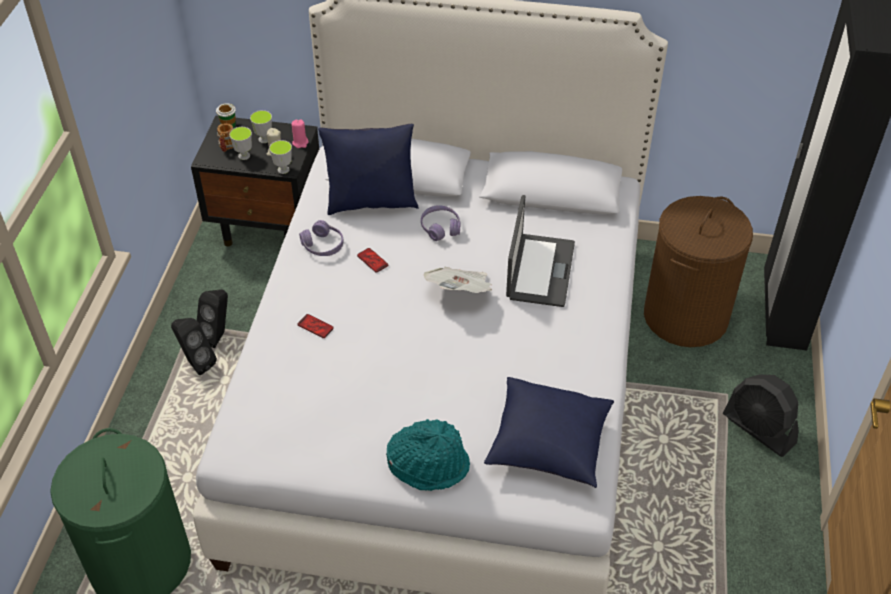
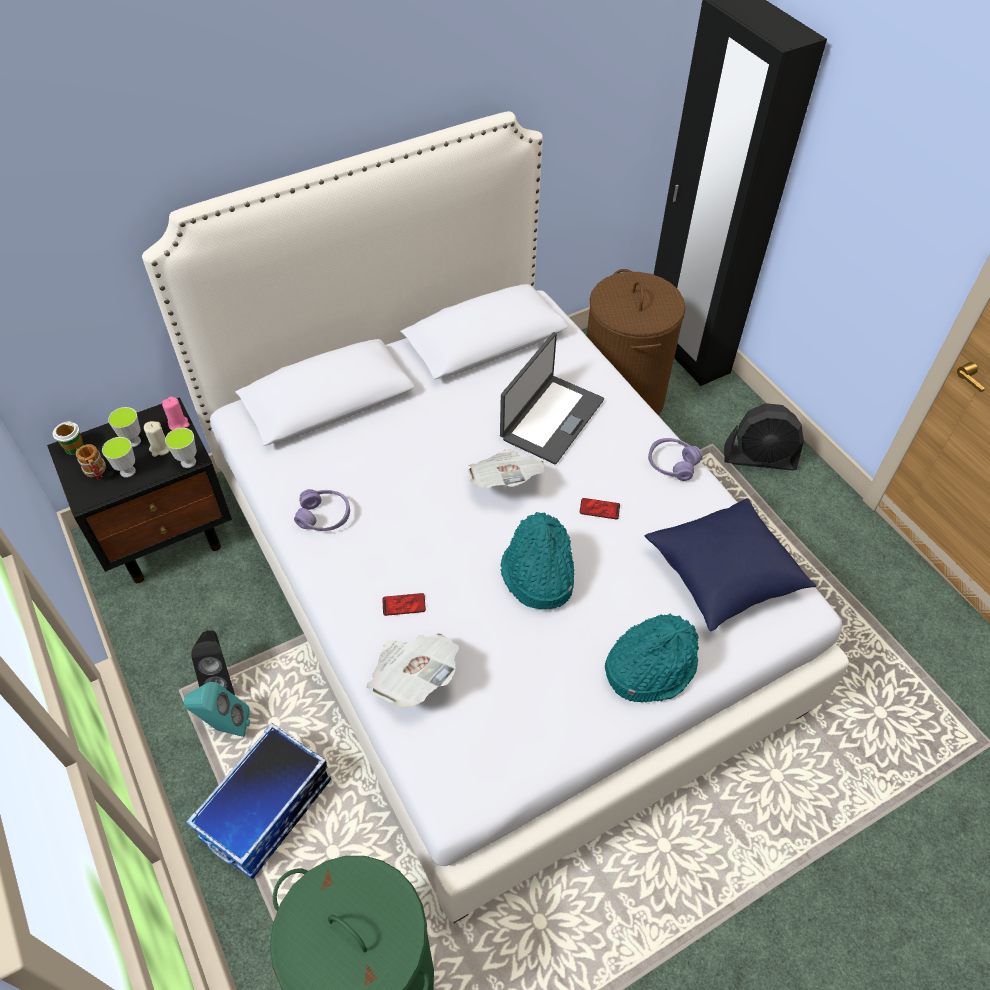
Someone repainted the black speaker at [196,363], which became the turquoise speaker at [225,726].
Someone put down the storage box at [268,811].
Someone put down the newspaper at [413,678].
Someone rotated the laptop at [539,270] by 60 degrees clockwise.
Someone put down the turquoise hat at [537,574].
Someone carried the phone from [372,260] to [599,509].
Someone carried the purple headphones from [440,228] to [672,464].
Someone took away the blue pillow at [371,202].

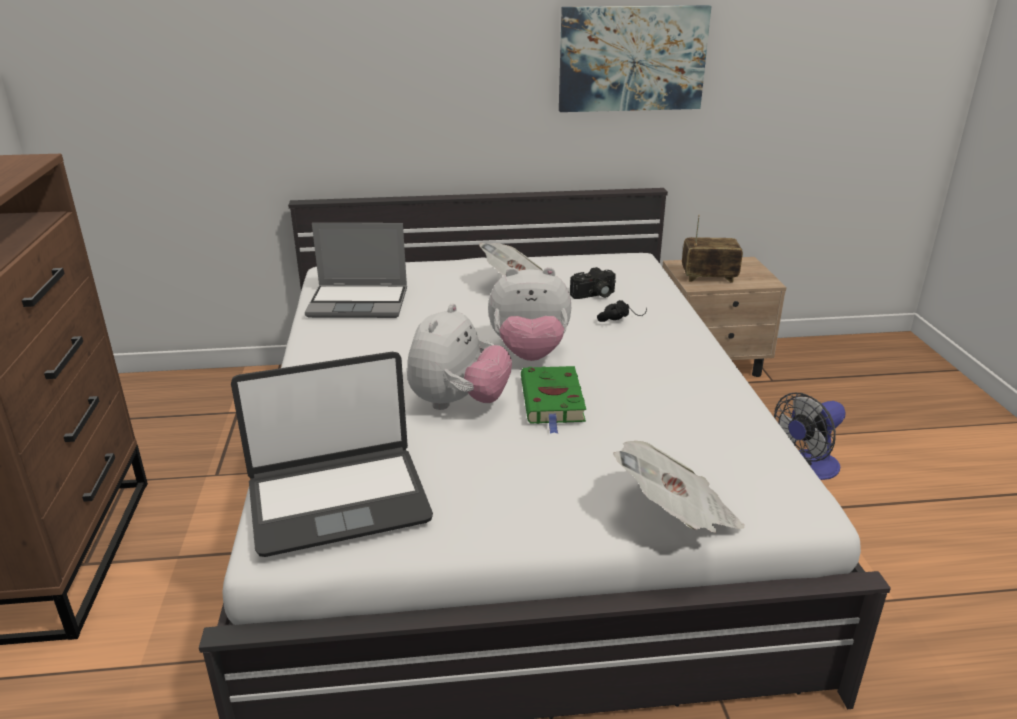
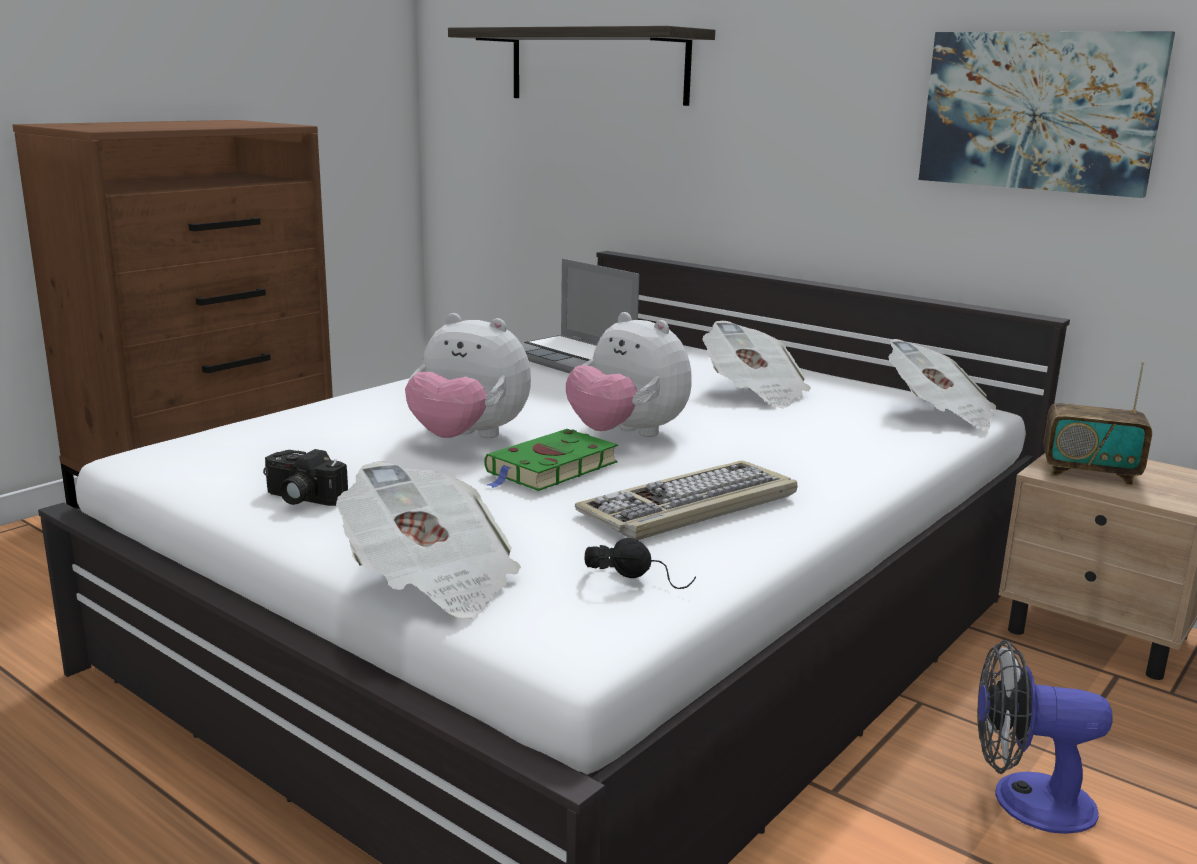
Someone carried the photo camera from [594,295] to [300,498].
Someone rotated the plush toy at [458,403] by 45 degrees clockwise.
Someone put up the shelf at [597,66].
Someone put down the keyboard at [690,506].
Someone carried the black headphones from [620,318] to [639,579].
Someone put down the newspaper at [940,414].
Someone rotated the radio at [709,278] by 150 degrees clockwise.
Someone took away the laptop at [338,500].

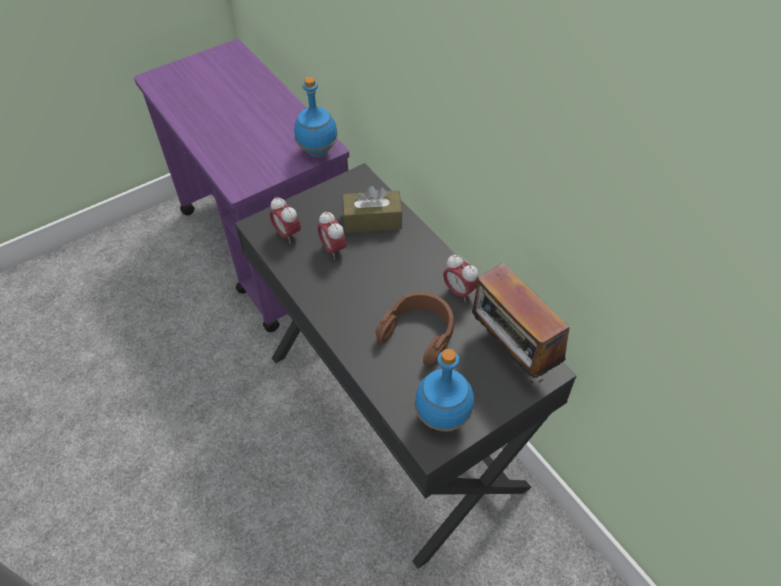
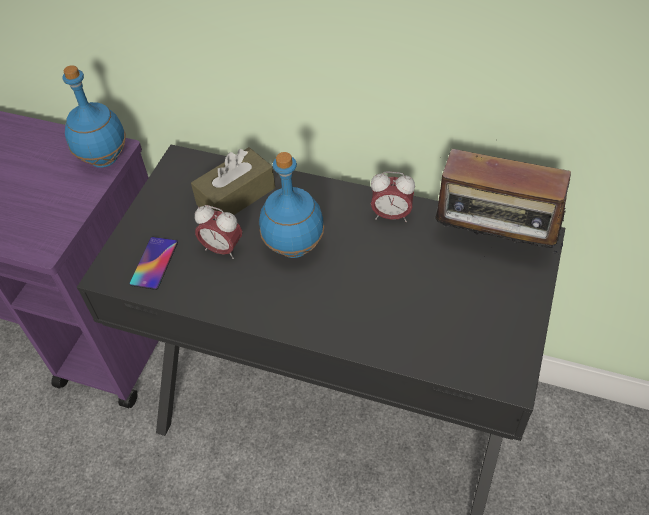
Someone swapped the alarm clock at [287,234] for the phone at [154,263].
Someone carried the blue bottle from [442,418] to [294,248].
Someone took away the brown headphones at [419,332].

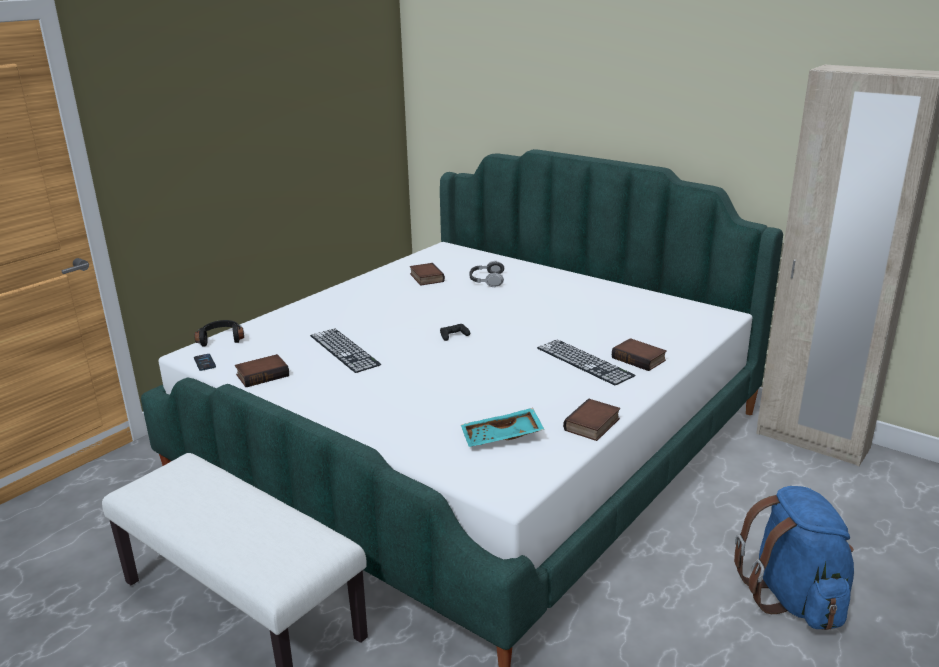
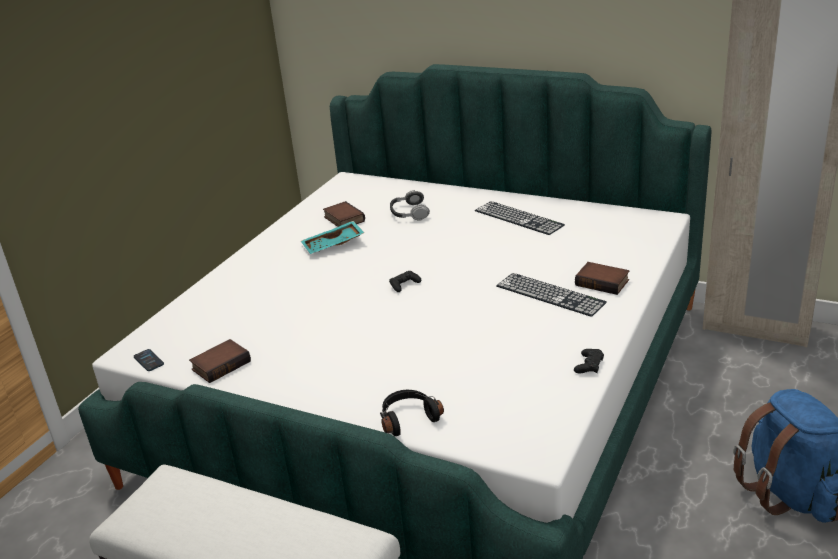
Someone carried the turquoise tray from [502,438] to [333,245].
Someone carried the black headphones from [221,339] to [408,418].
Someone carried the keyboard from [344,350] to [518,218].
Someone swapped the book at [593,425] for the black game controller at [589,365].

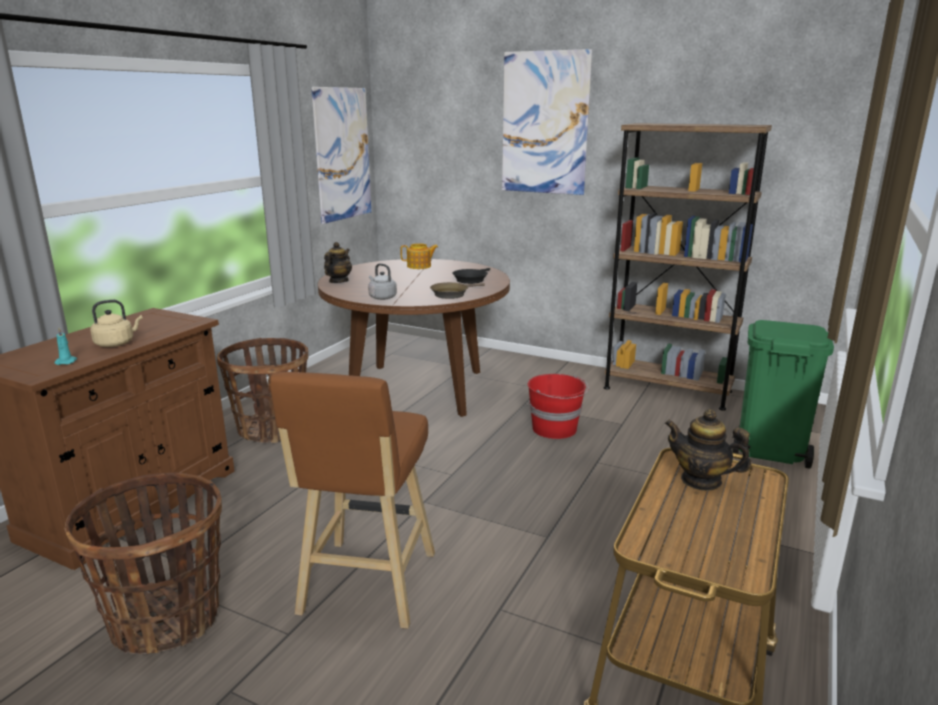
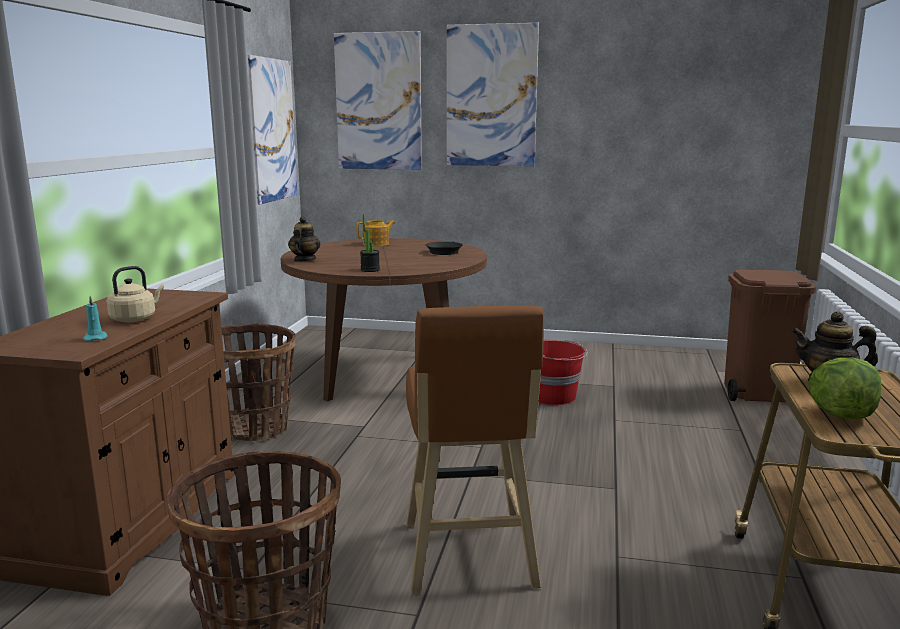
Someone put up the picture at [378,102].
Someone swapped the grey kettle at [381,297] for the potted plant at [370,270].
Someone repainted the green trash can at [769,449], which became the brown trash can at [757,393].
Someone put down the lettuce at [841,415].
Someone took away the brown frying pan at [452,294].
Someone took away the brown bookcase at [667,389].

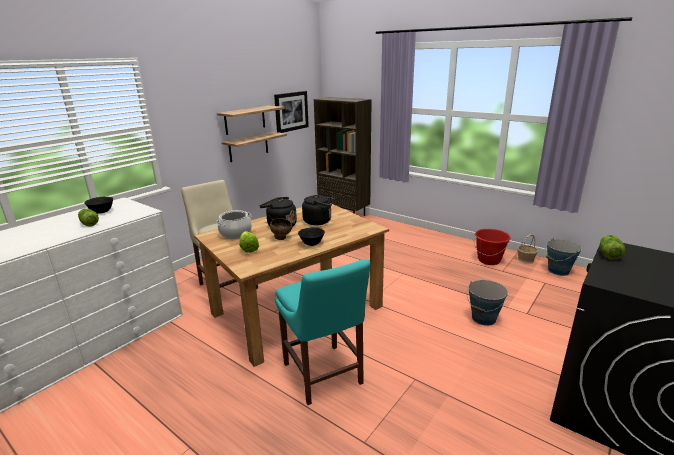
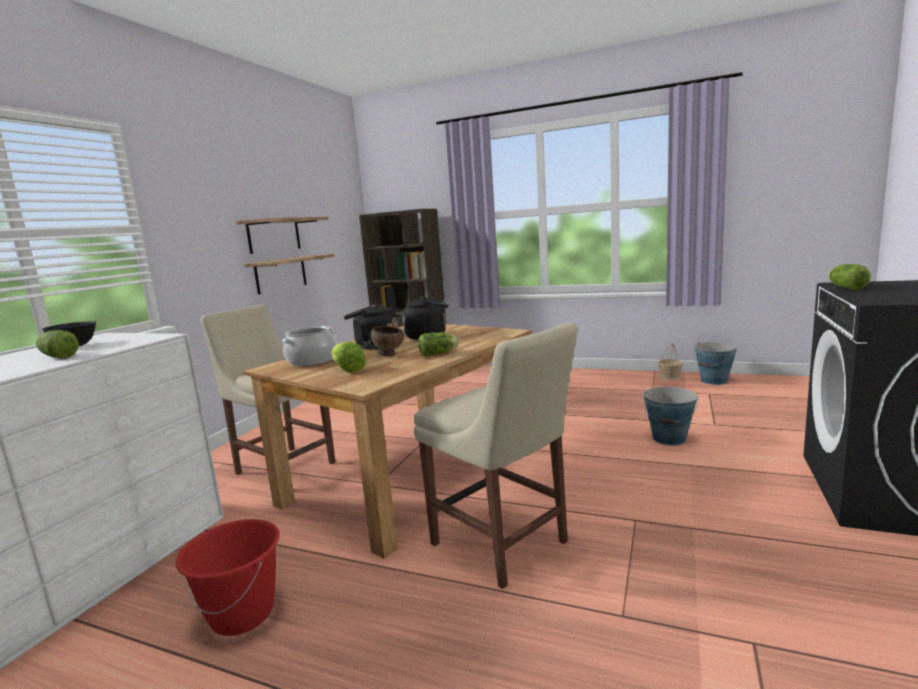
Someone carried the red bucket from [489,260] to [243,614].
Someone repainted the turquoise chair at [323,376], which became the beige chair at [503,545].
Someone swapped the black bowl at [311,244] for the lettuce at [439,353].
Someone took away the picture at [291,111].

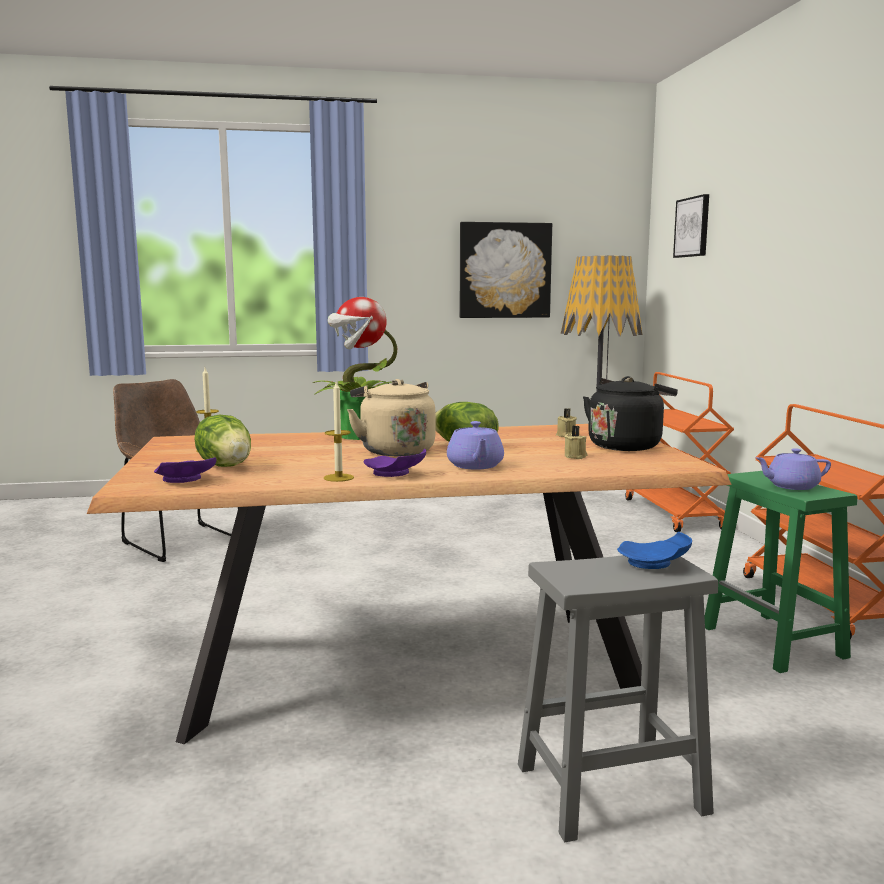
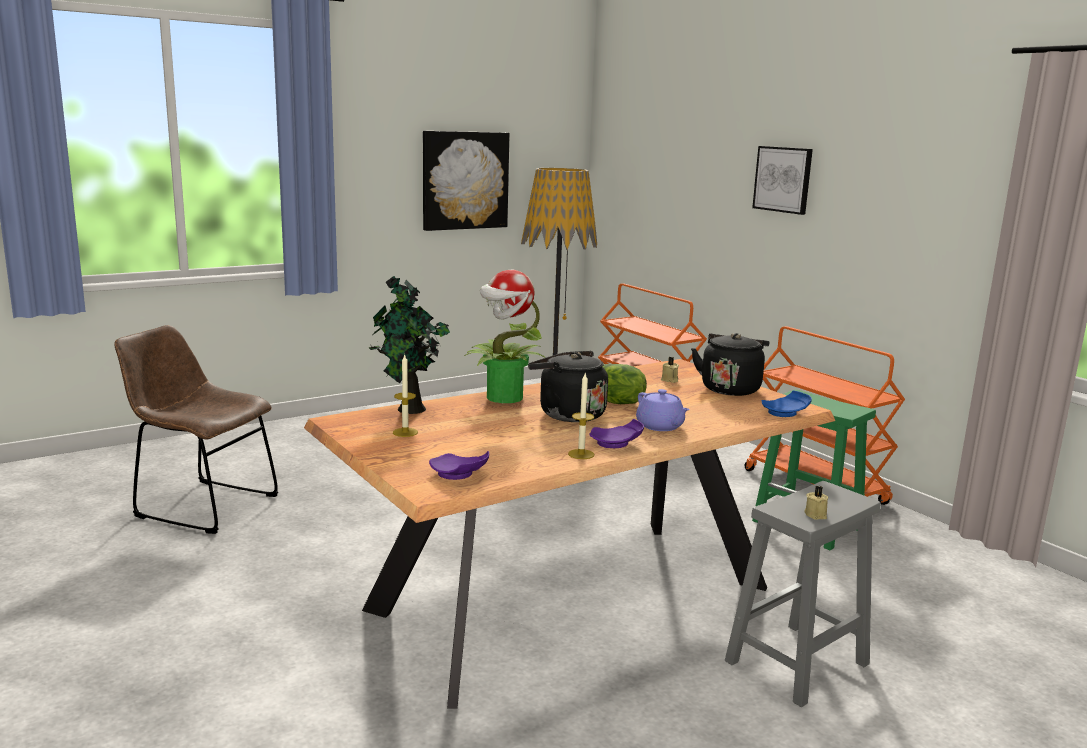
Someone put down the potted plant at [409,410].
Someone repainted the beige kettle at [394,450], which became the black kettle at [567,414].
Someone carried the picture from [692,227] to [783,179].
Someone carried the blue plate from [655,564] to [786,413].
Someone carried the beige candle from [576,456] to [816,514].
Someone took away the lettuce at [226,465].
Someone took away the purple teapot at [791,486].

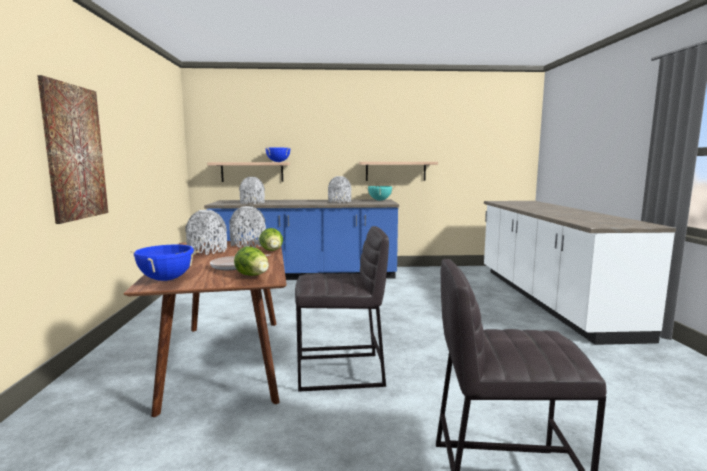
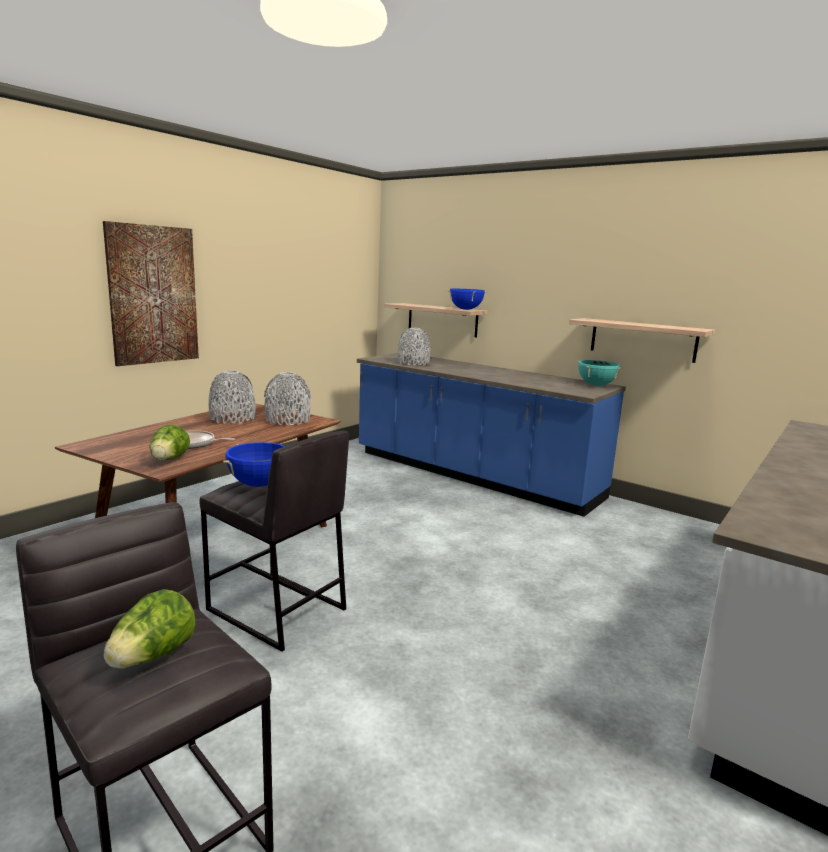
Someone carried the lettuce from [272,251] to [153,657].
Someone carried the blue cooking pot from [166,279] to [259,484].
Someone took away the grey vase at [339,201].

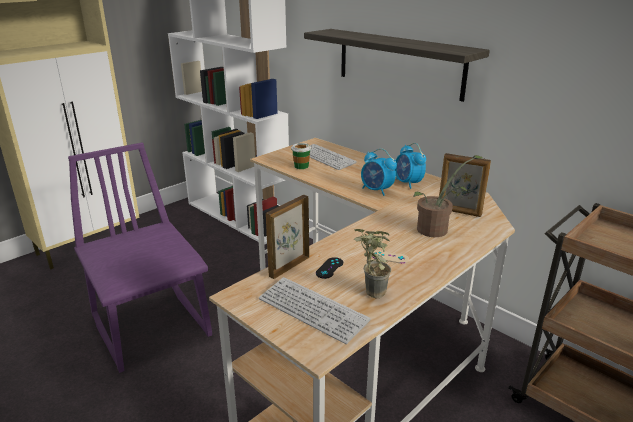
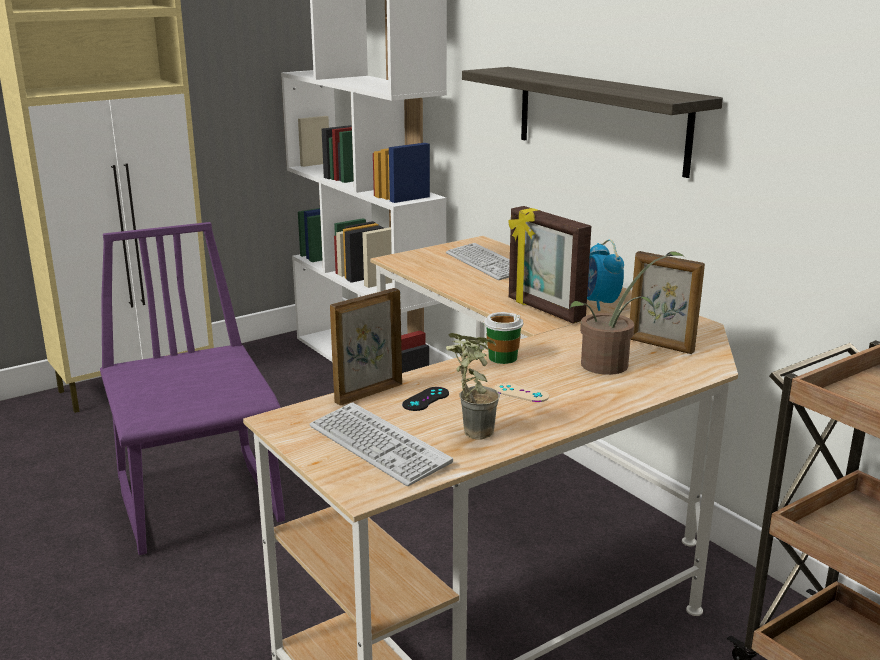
Someone carried the cup from [301,166] to [502,358].
Someone swapped the alarm clock at [376,190] for the picture frame at [544,310].

